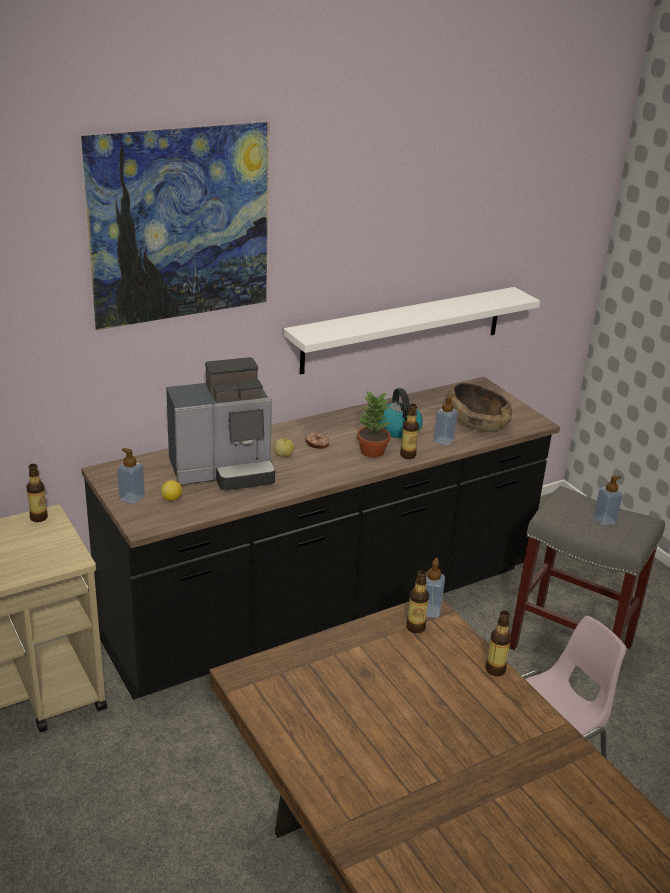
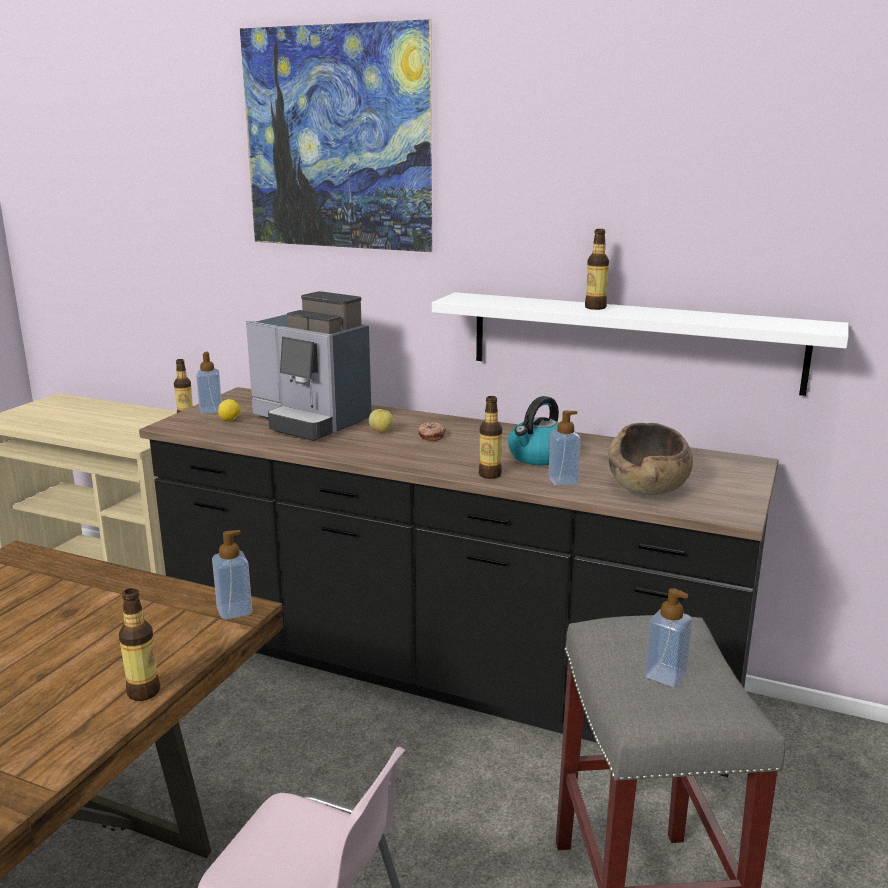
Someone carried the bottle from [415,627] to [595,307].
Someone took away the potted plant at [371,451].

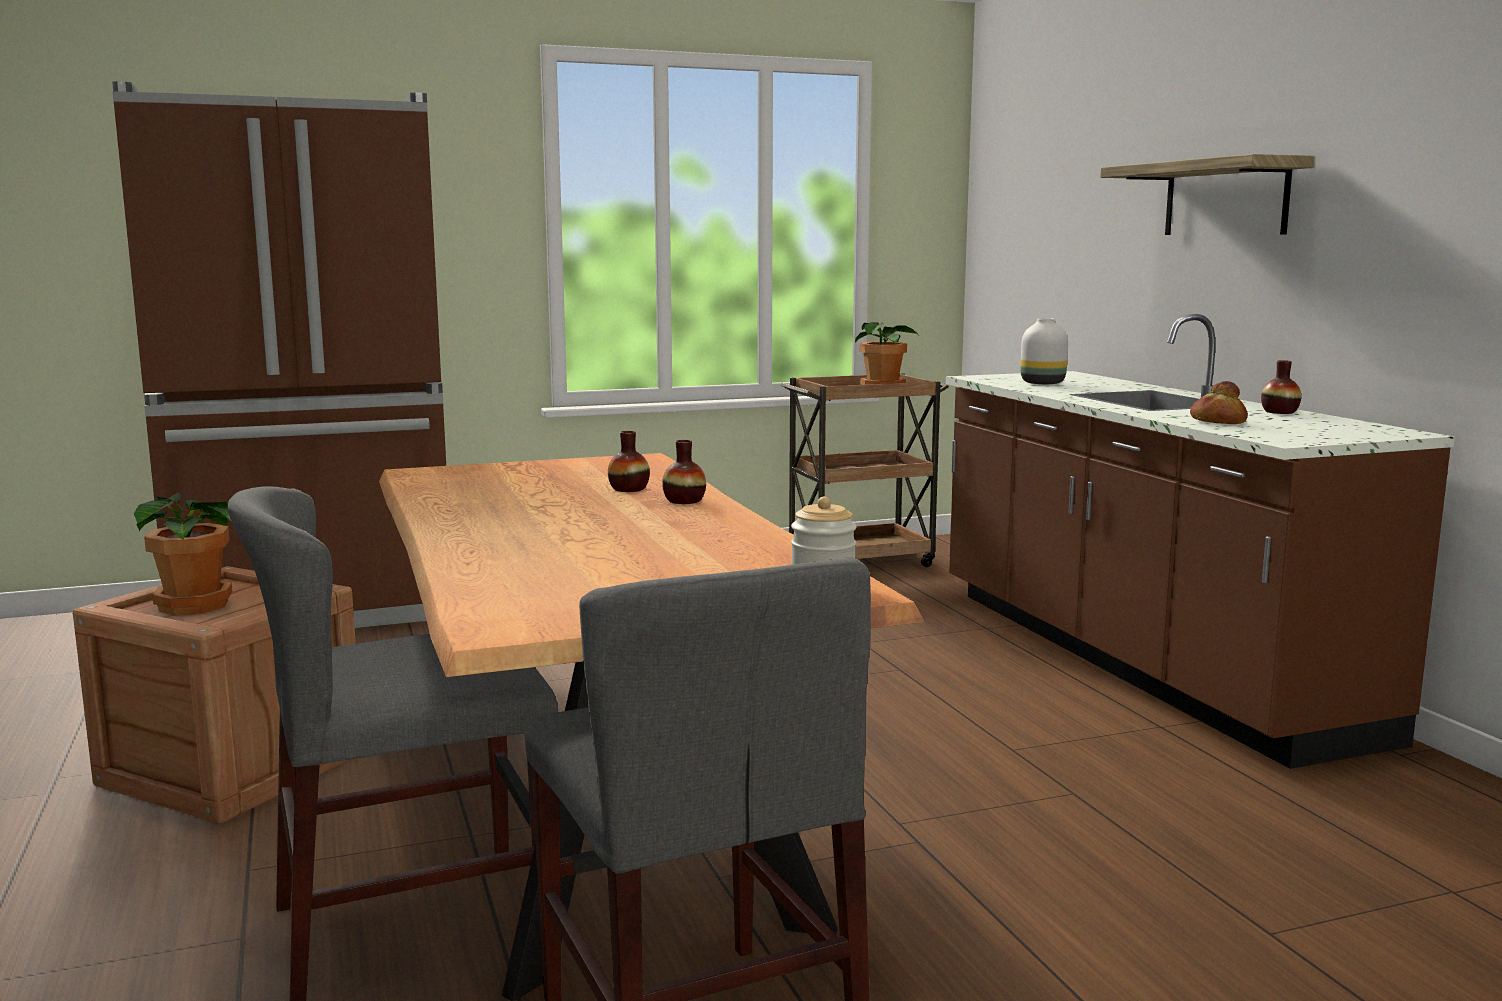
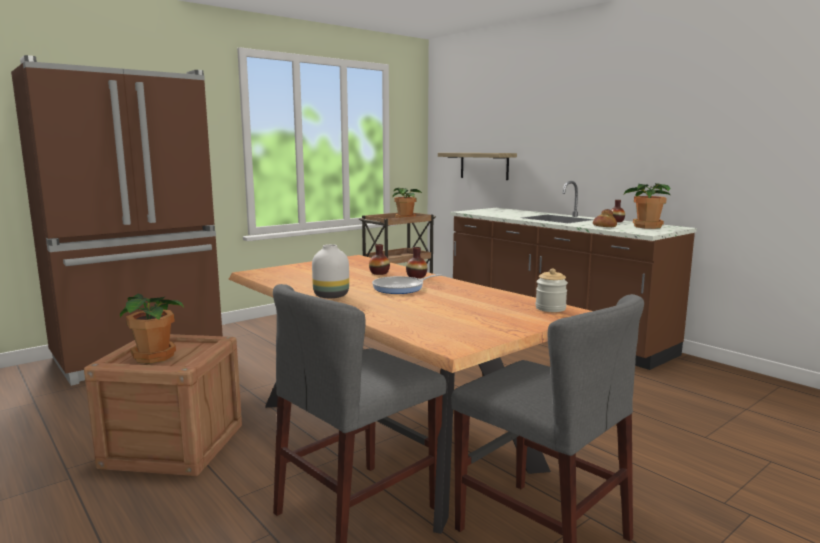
Someone carried the white vase from [1041,383] to [330,296].
Someone put down the frying pan at [401,288].
Someone carried the shelf from [1225,198] to [484,166].
Someone put down the potted plant at [646,226].

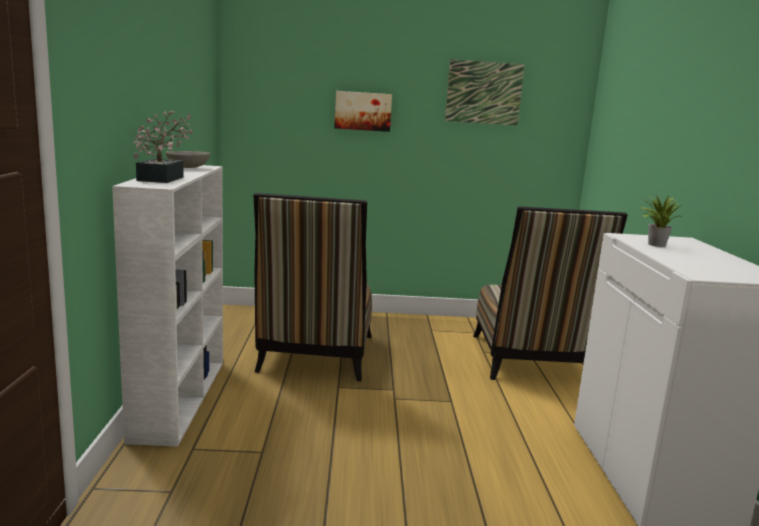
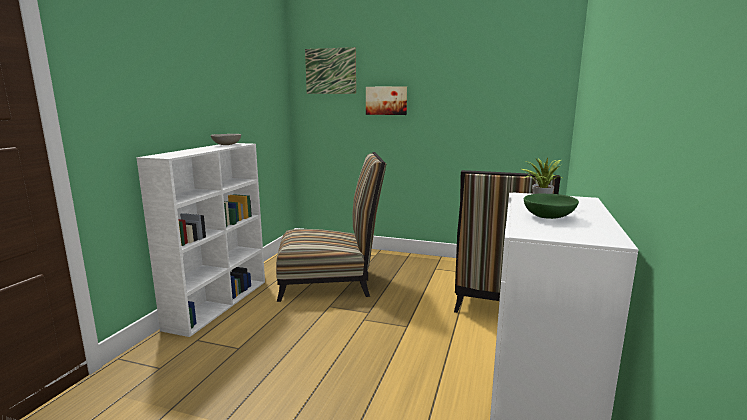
Someone rotated the chair at [315,357] by 120 degrees counterclockwise.
Someone carried the picture from [484,92] to [330,71].
Someone put down the green bowl at [549,217].
Someone took away the potted plant at [163,178].

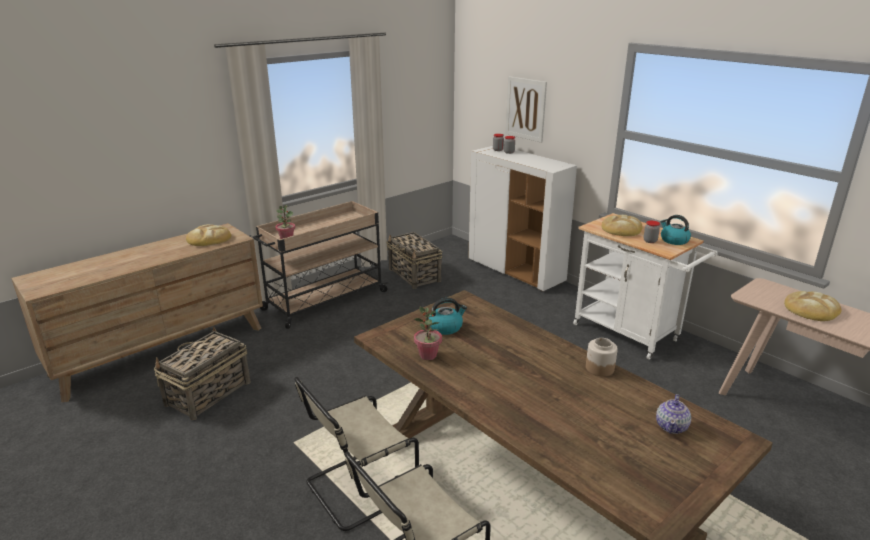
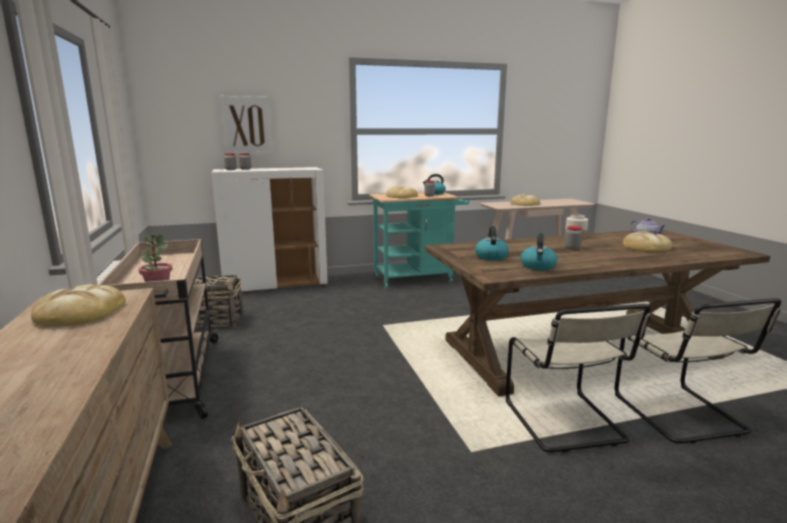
Someone repainted the white cart at [631,334], which became the turquoise cart at [417,278].
Someone swapped the potted plant at [428,355] for the kettle at [538,266].
Someone put down the jar at [572,248].
Someone put down the bread at [645,246].

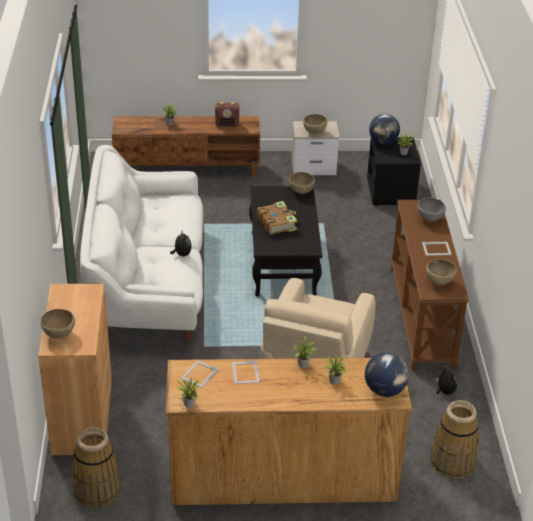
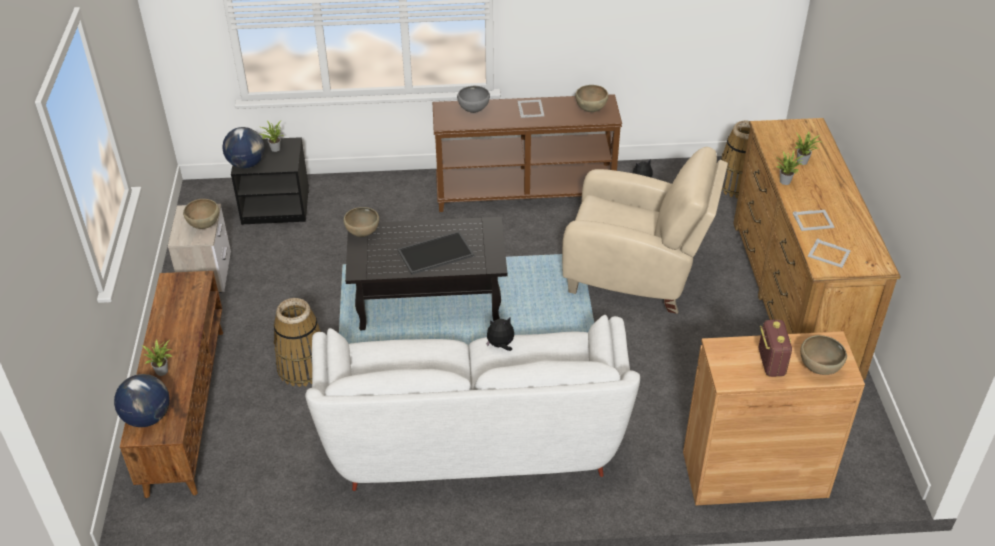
Someone carried the globe from [385,390] to [148,417].
Someone carried the basket from [97,490] to [303,367].
Someone swapped the book at [276,223] for the tray at [435,254].
Someone carried the radio from [227,124] to [771,362].
Someone took away the potted plant at [189,405].

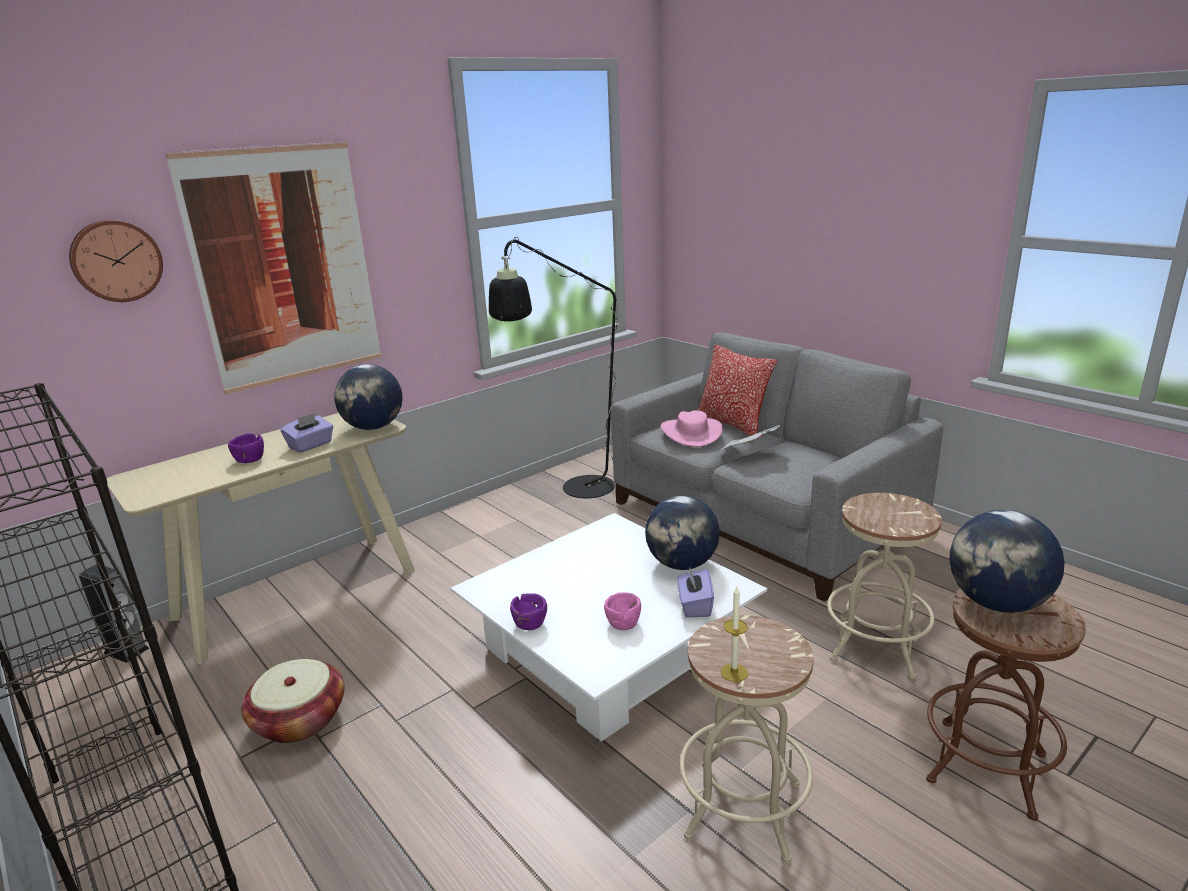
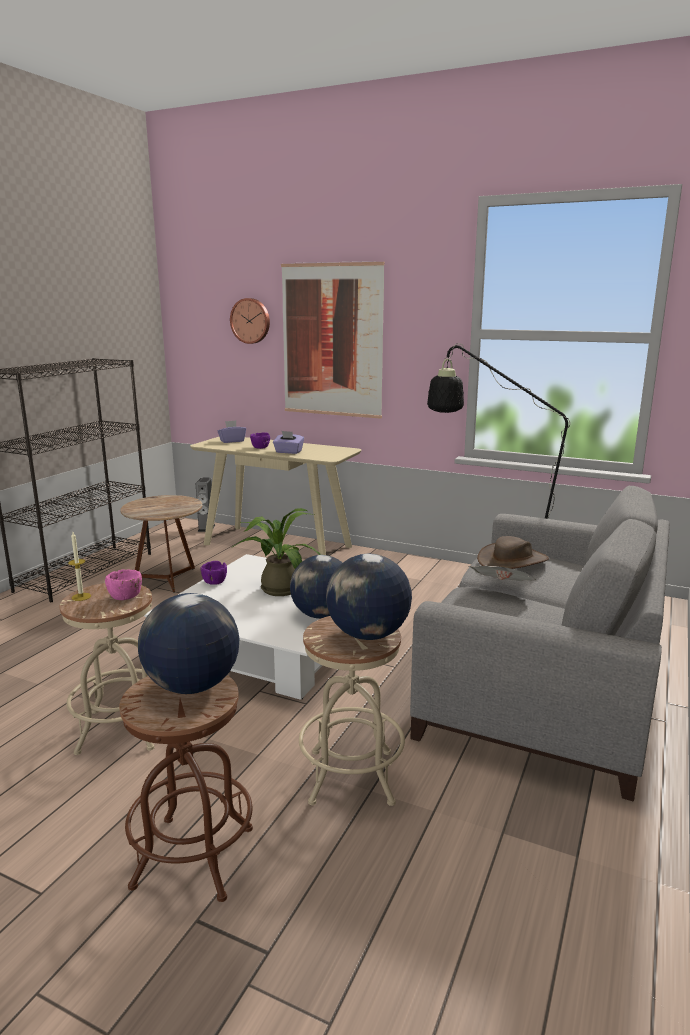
Someone carried the pink bowl from [623,623] to [126,596].
Someone swapped the basket at [300,720] for the brown side table at [168,579].
Someone carried the purple tissue box from [694,606] to [232,441].
Someone put down the potted plant at [278,587].
Someone carried the globe from [373,428] to [367,635].
Someone repainted the pink hat at [691,433], which became the brown hat at [513,560].
Someone took away the pillow at [733,424].

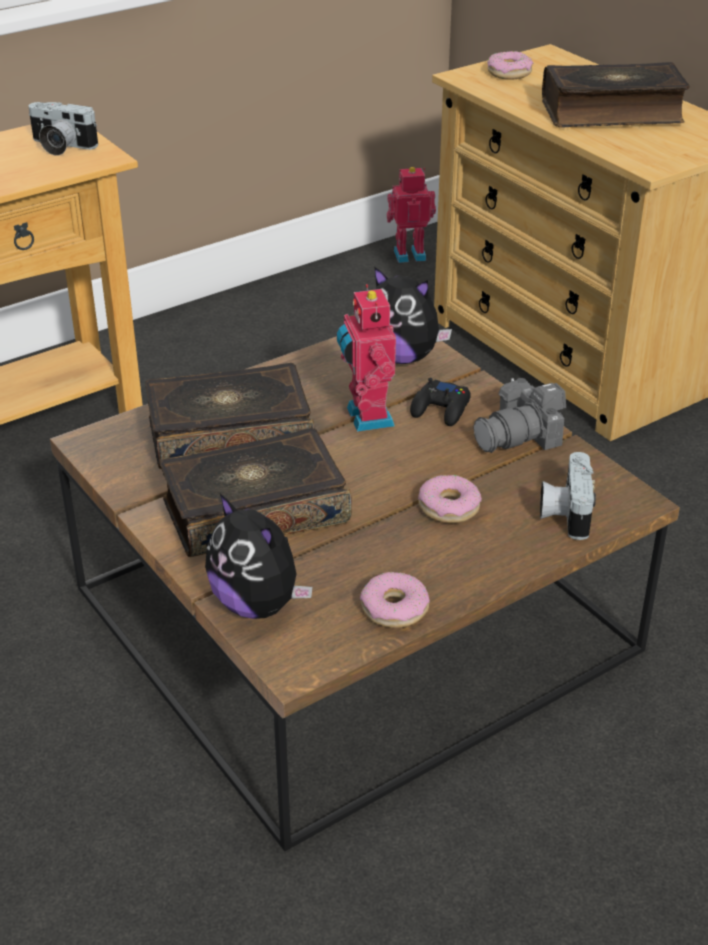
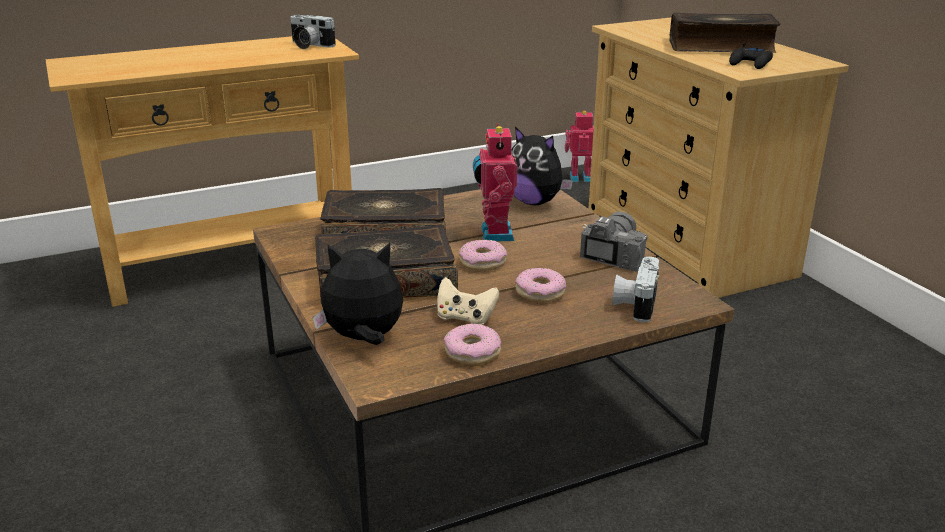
Someone rotated the plush toy at [258,604] by 120 degrees clockwise.
Someone put down the beige game controller at [465,318].
Someone carried the donut from [509,73] to [482,262].
Someone rotated the photo camera at [520,436] by 135 degrees clockwise.
Someone carried the black game controller from [441,409] to [751,63].

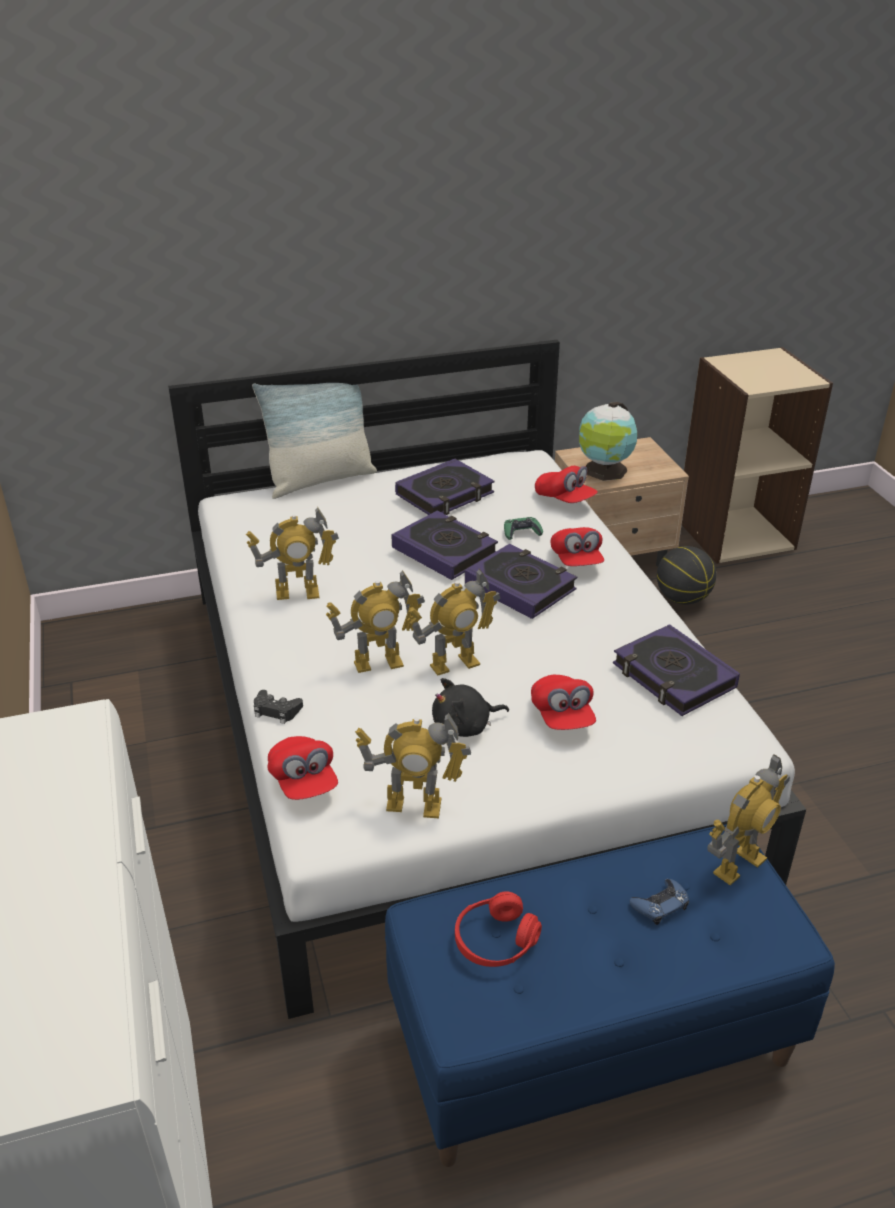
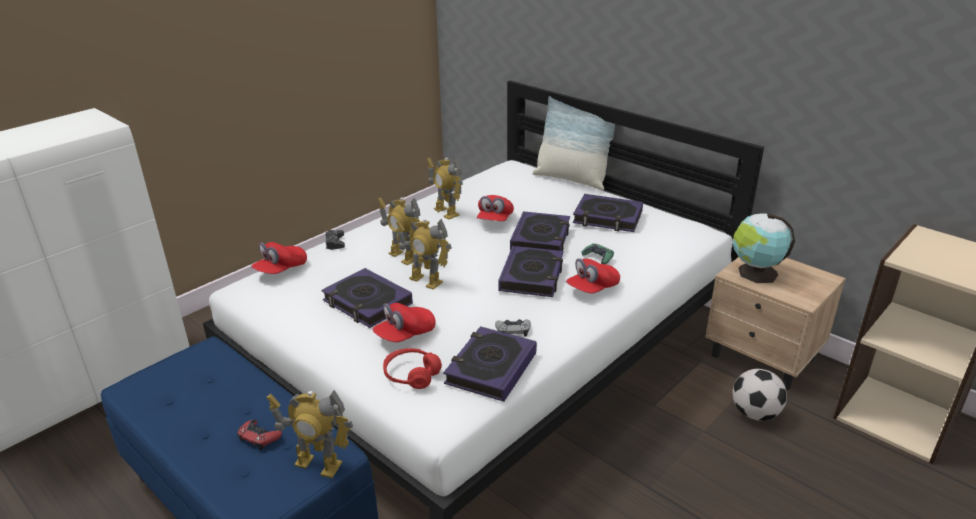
Someone repainted the blue game controller at [660,905], which became the red game controller at [259,437].
Someone swapped the black plush toy at [465,726] for the book at [367,303].
Someone carried the red headphones from [495,941] to [411,375].
Someone carried the red cap from [565,499] to [495,220].
Someone put down the grey game controller at [513,330].
Someone swapped the basketball at [682,598] for the football at [755,413].
Someone took away the toy robot at [414,805].

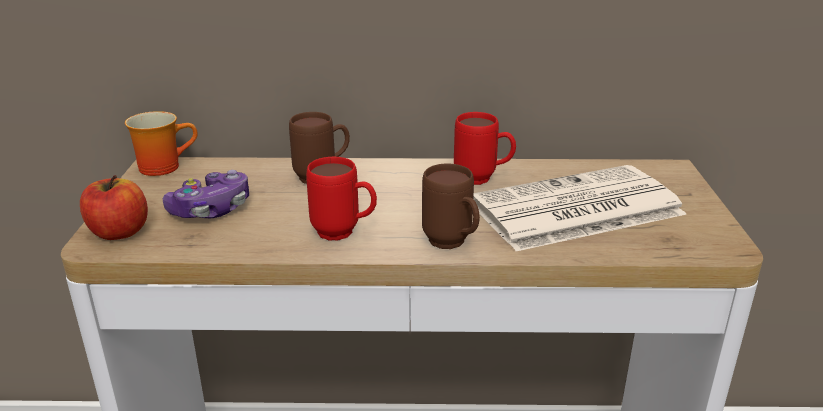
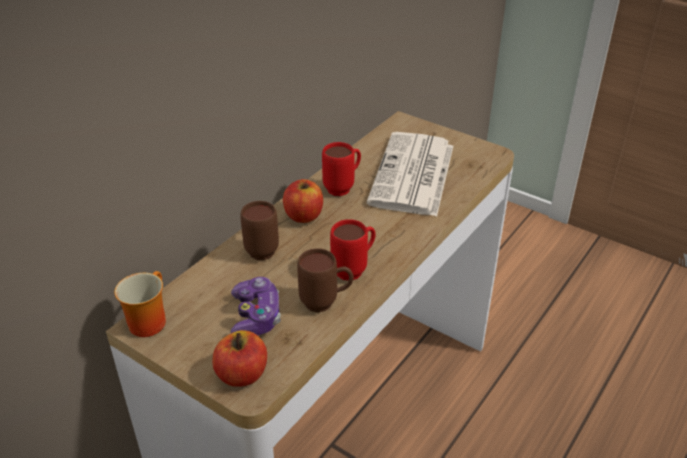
Someone put down the apple at [303,216].
Someone carried the brown mug from [452,245] to [326,303].

